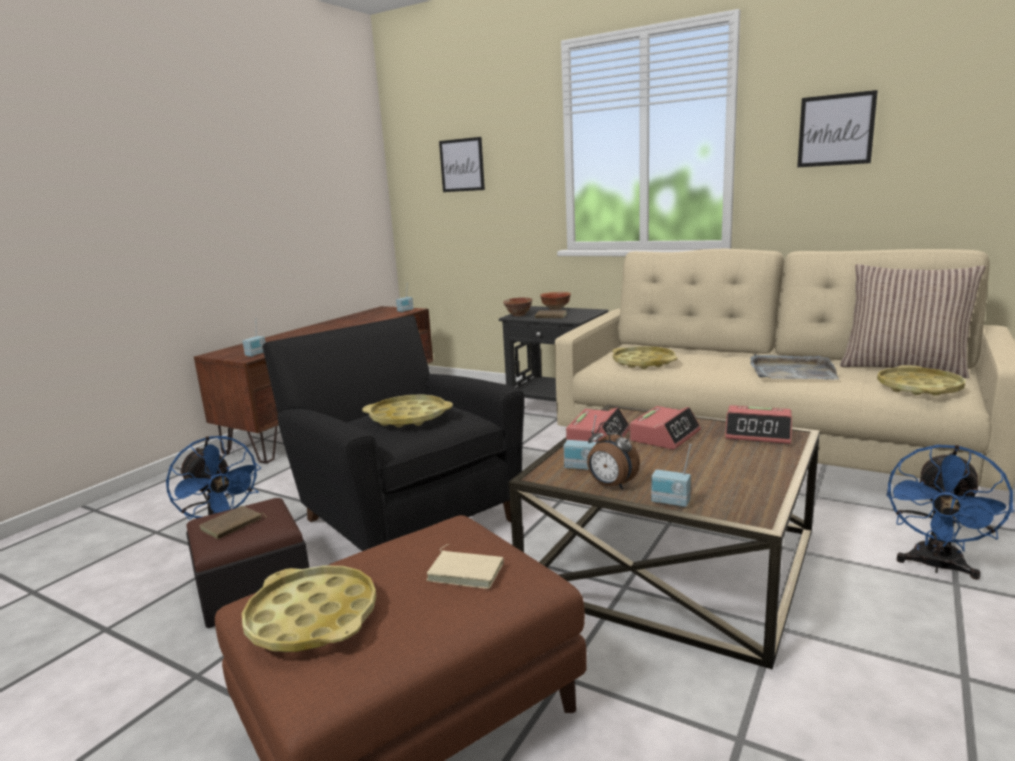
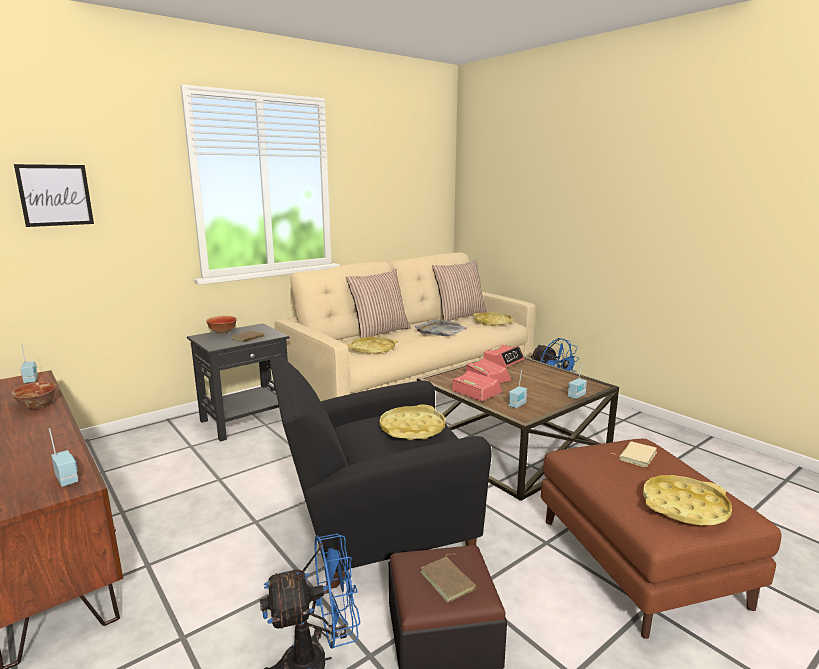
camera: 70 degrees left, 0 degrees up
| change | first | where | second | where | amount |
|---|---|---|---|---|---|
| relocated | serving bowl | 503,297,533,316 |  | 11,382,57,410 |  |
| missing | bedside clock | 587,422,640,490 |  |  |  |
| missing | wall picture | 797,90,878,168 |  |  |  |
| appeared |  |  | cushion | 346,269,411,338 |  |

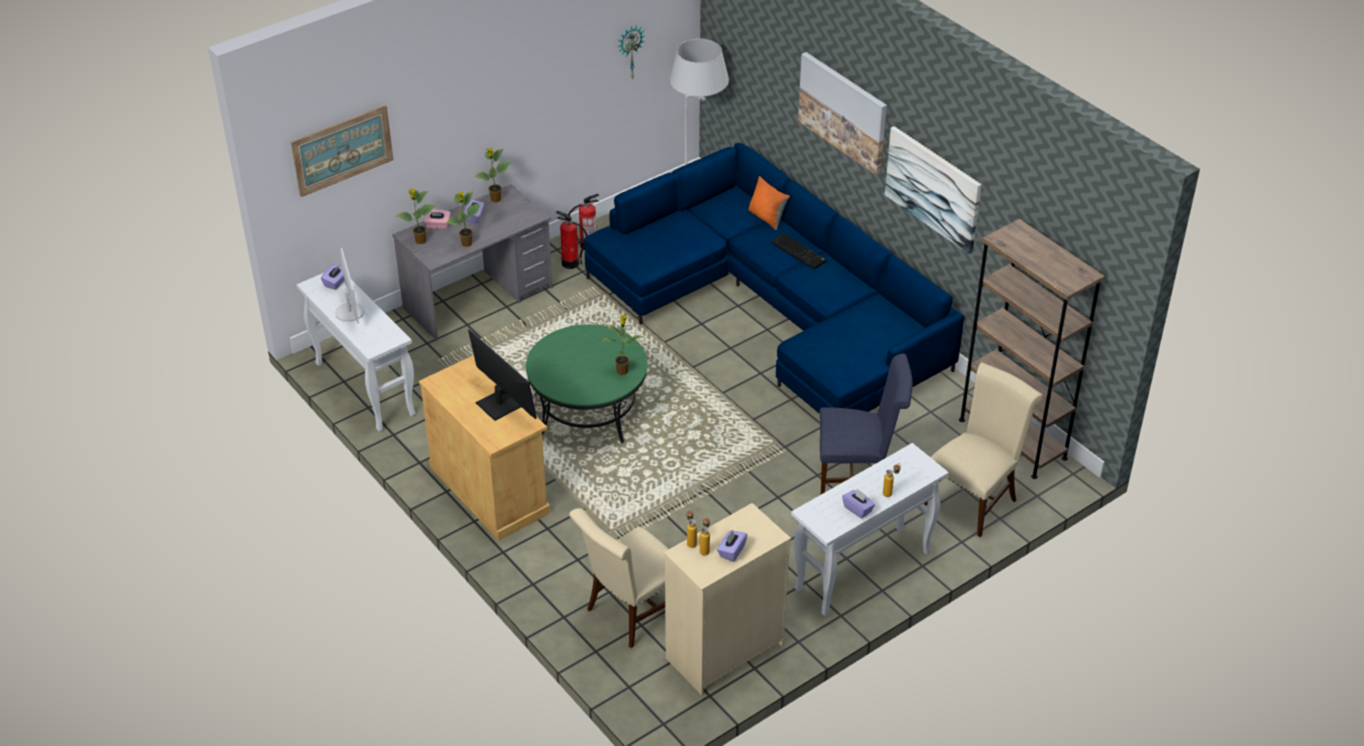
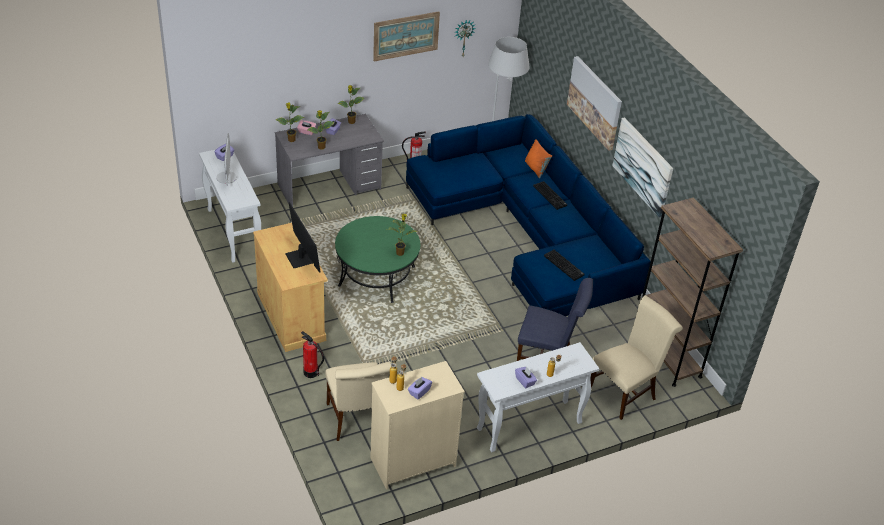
camera: 10 degrees right, 0 degrees up
| change | first | where | second | where | amount |
|---|---|---|---|---|---|
| relocated | wall picture | 291,105,394,197 |  | 373,11,440,61 |  |
| relocated | extinguisher | 556,211,588,269 |  | 301,331,324,378 |  |
| spun | beige plain chair | 569,508,669,648 |  | 325,362,391,441 | 75 degrees counterclockwise |
| appeared |  |  | PC keyboard | 544,250,585,281 |  |

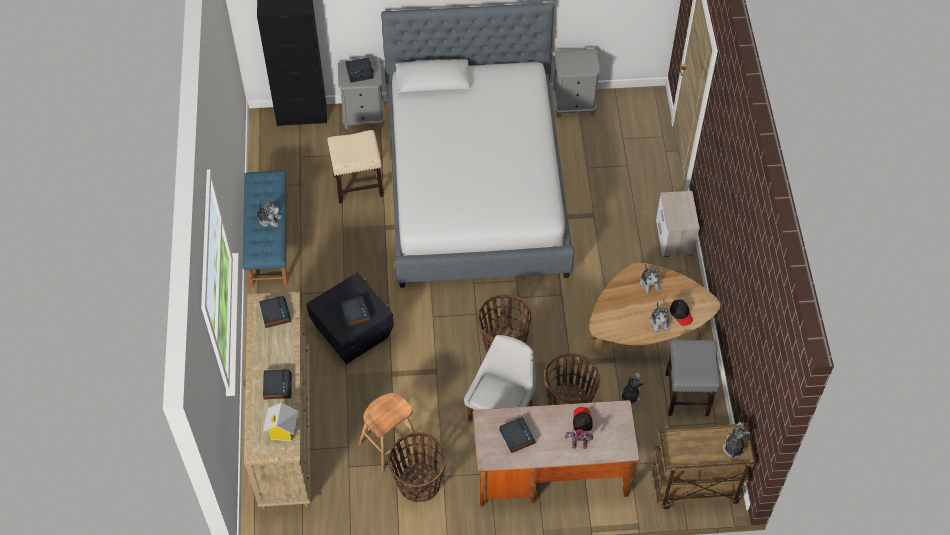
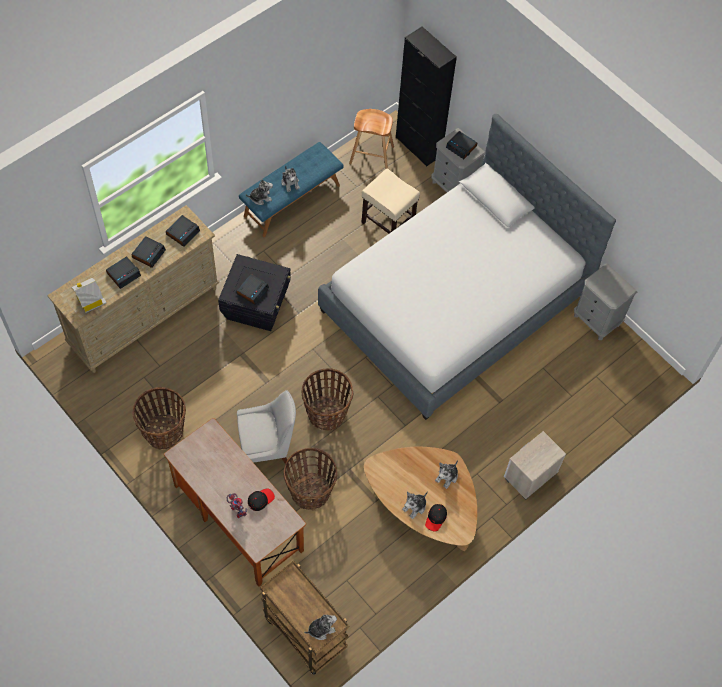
camera: 50 degrees right, 5 degrees up
| change | first | where | second | where | amount |
|---|---|---|---|---|---|
| relocated | brownish sitting stool | 358,393,420,471 |  | 349,109,394,169 |  |
| relocated | bedside clock | 500,417,536,453 |  | 131,236,166,268 |  |
| relocated | plush toy | 620,373,644,405 |  | 246,179,273,205 |  |
| missing | grey sitting stool | 666,340,720,416 |  |  |  |

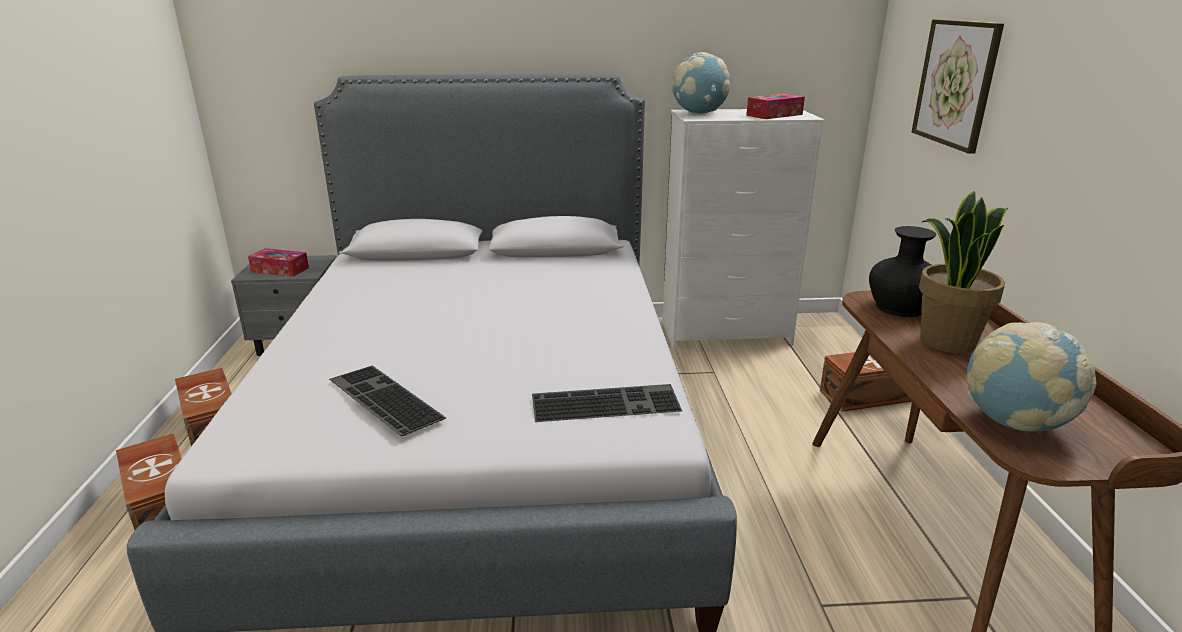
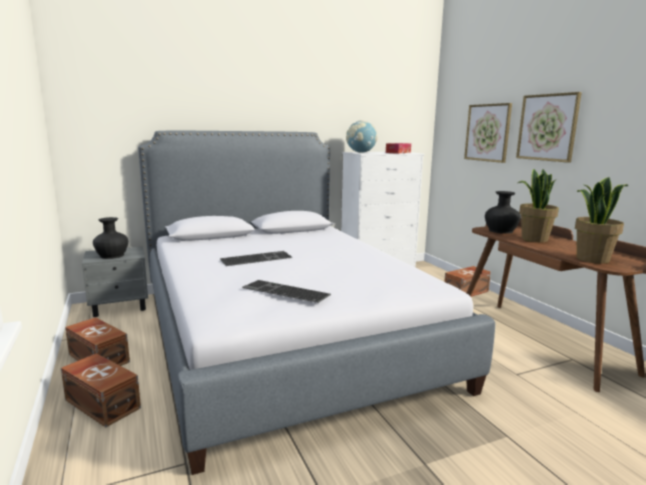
camera: 20 degrees left, 10 degrees down
| change | first | where | second | where | amount |
|---|---|---|---|---|---|
| exchanged | tissue box | 248,248,309,277 | blackish flower vase | 93,217,128,259 |  |
| relocated | PC keyboard | 532,384,682,422 |  | 220,251,293,266 |  |
| exchanged | desk globe | 967,322,1096,432 | plant in a pot | 575,177,628,264 |  |
| appeared |  |  | wall picture | 516,92,582,163 |  |

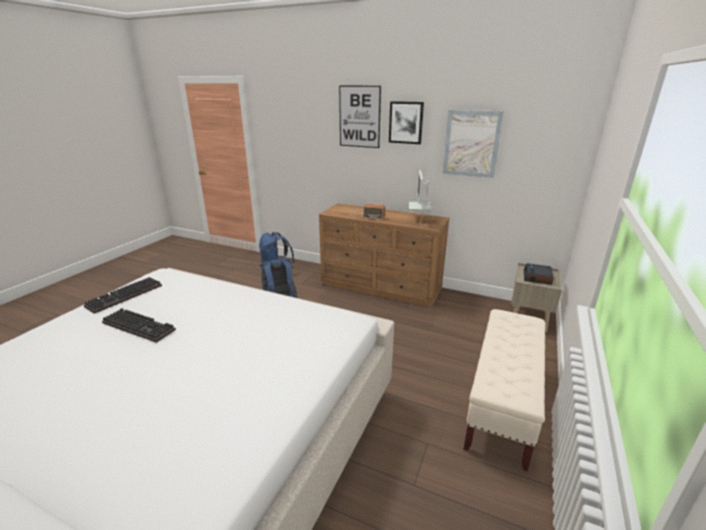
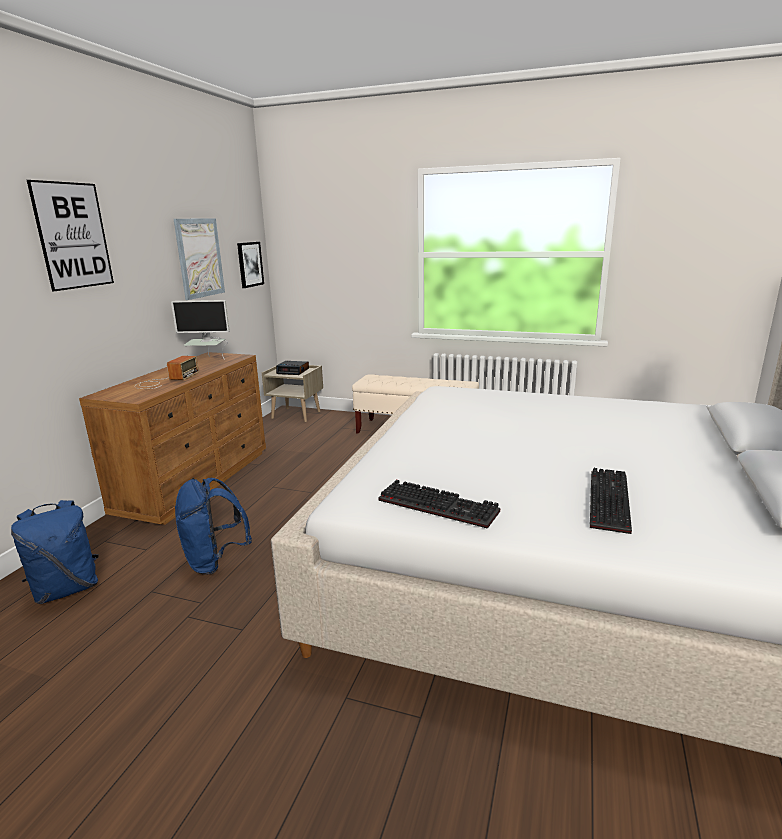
camera: 95 degrees left, 5 degrees down
| change | first | where | second | where | amount |
|---|---|---|---|---|---|
| relocated | PC keyboard | 102,308,176,343 |  | 590,468,632,534 |  |
| relocated | wall picture | 389,101,424,144 |  | 237,242,264,288 |  |

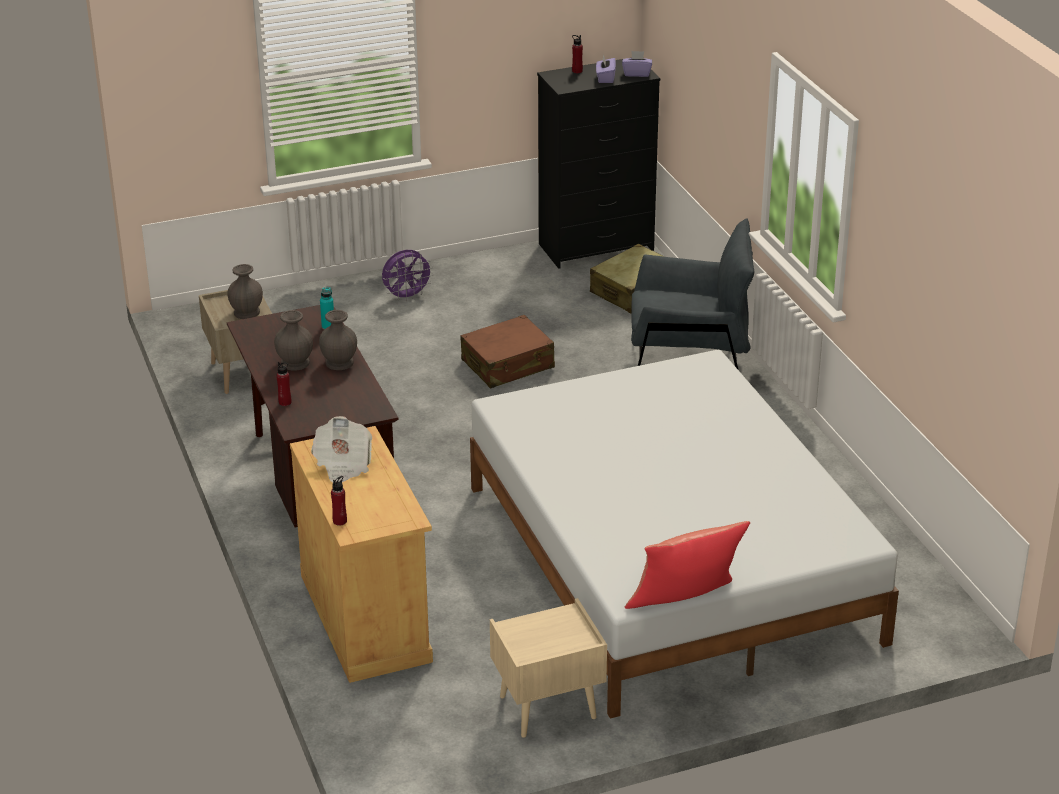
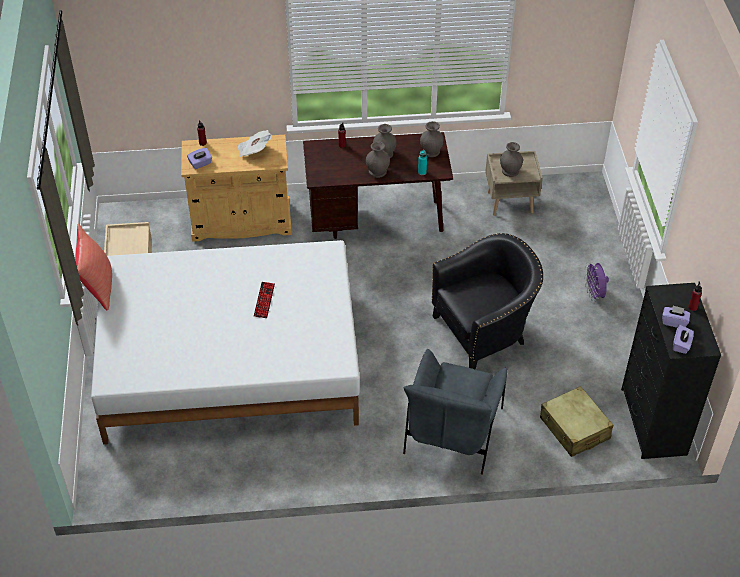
camera: 105 degrees right, 15 degrees up
| change | first | where | second | where | amount |
|---|---|---|---|---|---|
| exchanged | brownish travel case | 460,315,555,388 | blackish lounge chair | 432,233,543,370 |  |
| appeared |  |  | purplish tissue box | 187,148,212,169 |  |
| appeared |  |  | PC keyboard | 254,282,275,318 |  |
| appeared |  |  | grey flower vase | 420,121,444,157 |  |

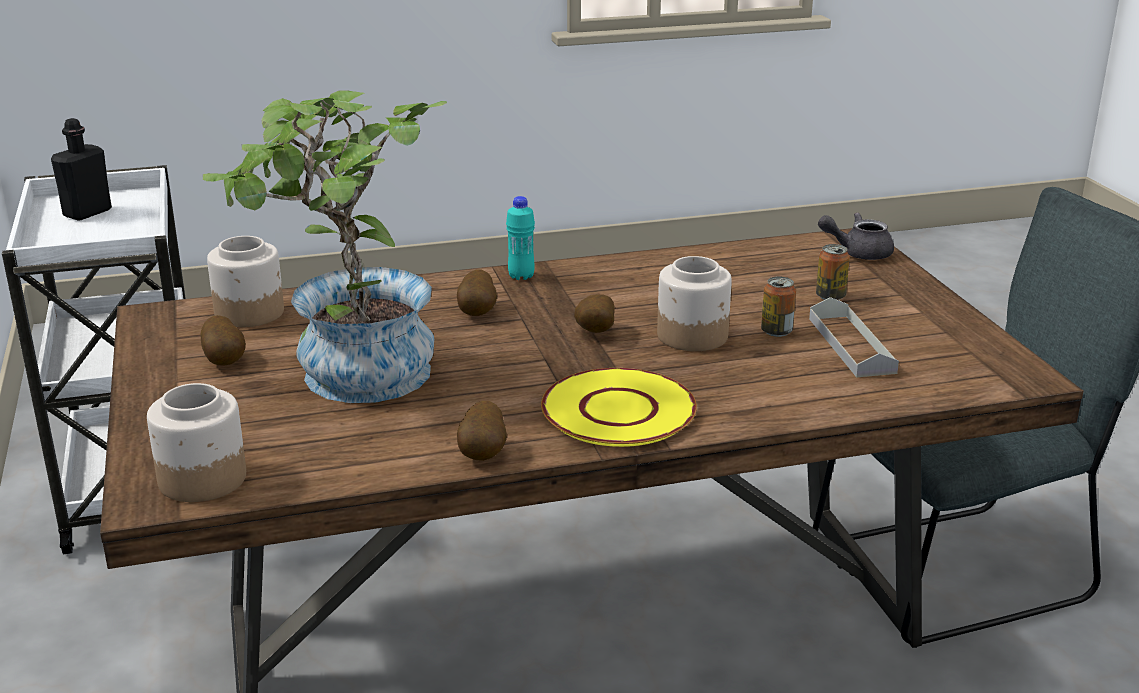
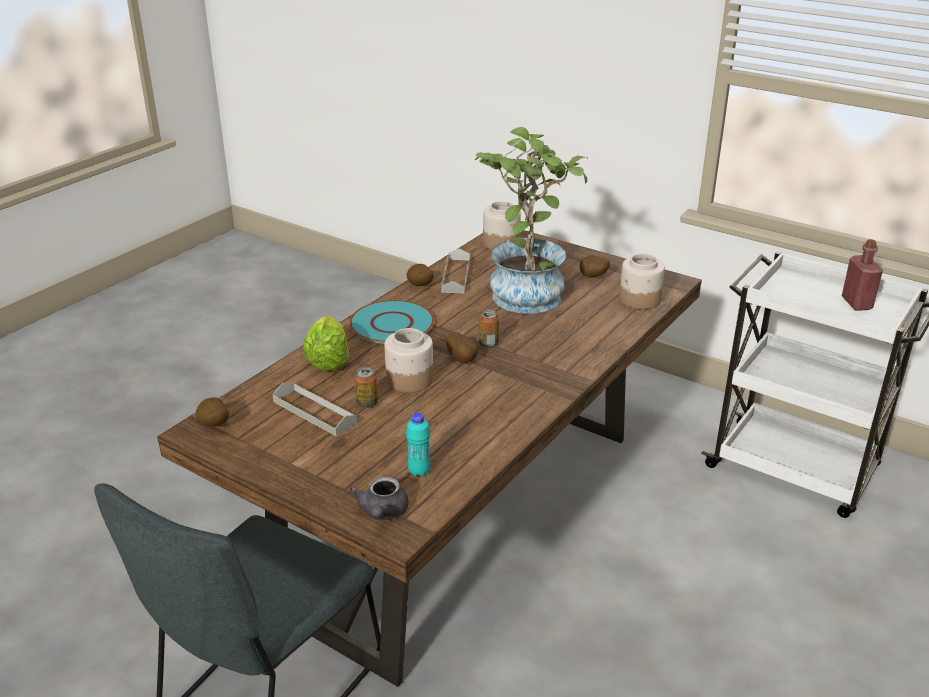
camera: 140 degrees right, 5 degrees up
| change | first | where | second | where | amount |
|---|---|---|---|---|---|
| colour | blackish drink bottle | 51,118,112,221 | red-coloured drink bottle | 842,239,883,311 |  |
| relocated | whole potato | 457,270,497,316 |  | 196,398,229,426 |  |
| relocated | turquoise-coloured drink bottle | 506,196,535,280 |  | 406,412,430,477 |  |
| colour | yellow-coloured plate | 541,368,697,447 | turquoise-coloured plate | 349,300,434,344 |  |
| relocated | can | 816,244,850,300 |  | 479,310,499,348 |  |
| spun | grey teapot | 818,212,894,260 |  | 350,477,409,520 | 135 degrees clockwise |
| appeared |  |  | lettuce | 302,316,349,371 |  |
| appeared |  |  | grey carrying tray | 441,249,470,294 |  |

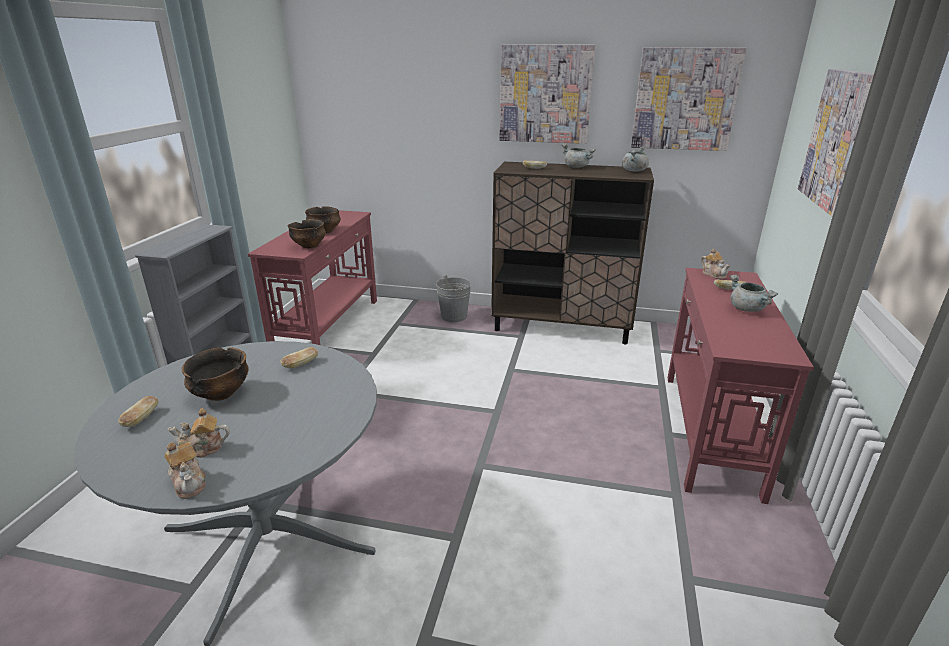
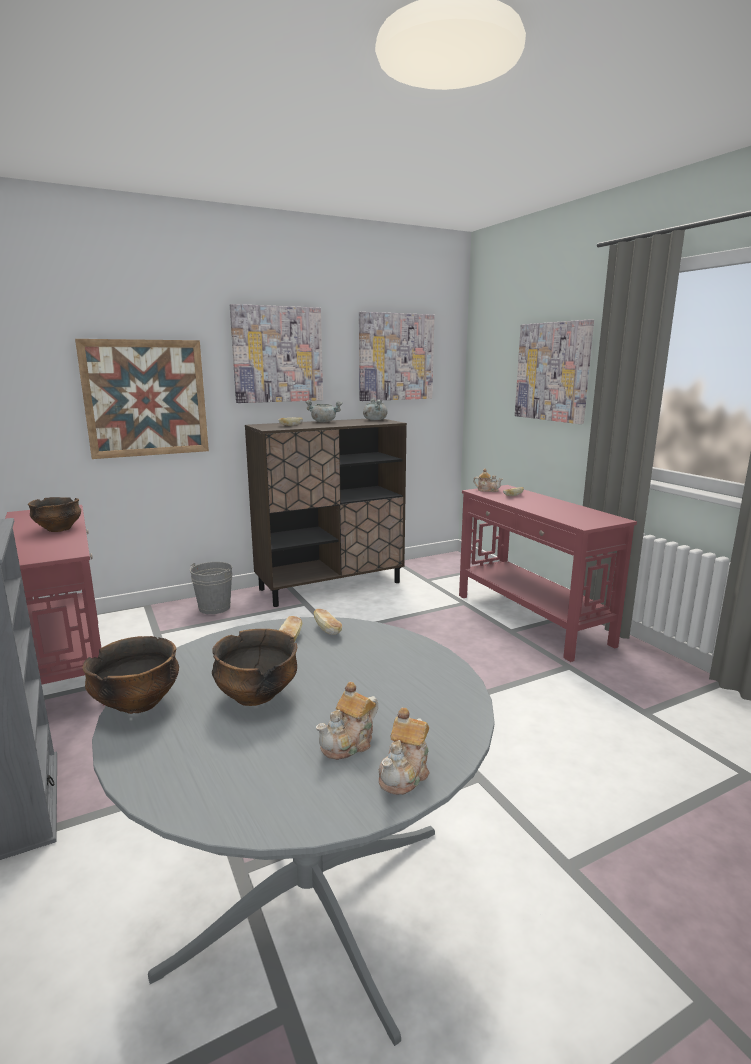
camera: 40 degrees left, 10 degrees down
| change | first | where | second | where | amount |
|---|---|---|---|---|---|
| relocated | baked bread | 118,396,159,427 |  | 314,609,342,635 |  |
| spun | teapot | 164,442,206,499 |  | 379,708,430,795 | 105 degrees clockwise |
| relocated | serving bowl | 288,219,326,249 |  | 82,636,179,714 |  |
| missing | grey cooking pot | 730,275,778,312 |  |  |  |
| appeared |  |  | wall picture | 75,339,209,459 |  |

